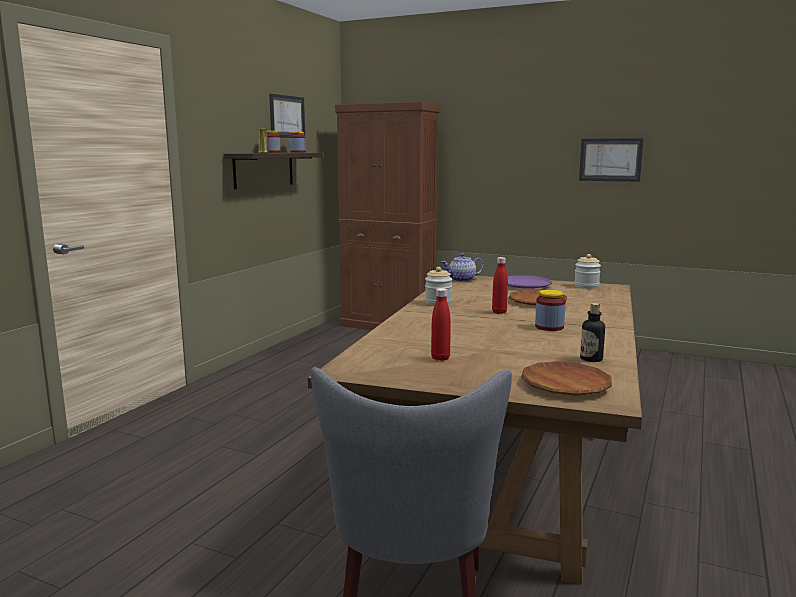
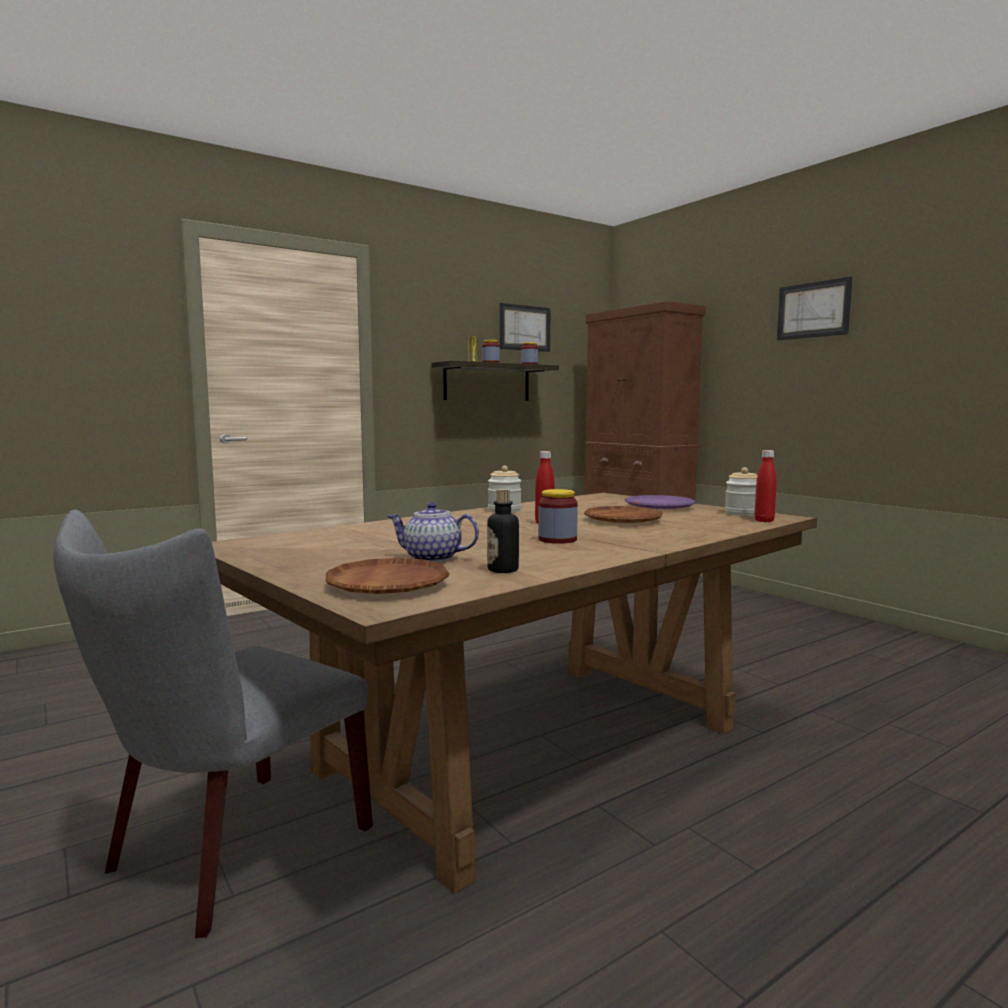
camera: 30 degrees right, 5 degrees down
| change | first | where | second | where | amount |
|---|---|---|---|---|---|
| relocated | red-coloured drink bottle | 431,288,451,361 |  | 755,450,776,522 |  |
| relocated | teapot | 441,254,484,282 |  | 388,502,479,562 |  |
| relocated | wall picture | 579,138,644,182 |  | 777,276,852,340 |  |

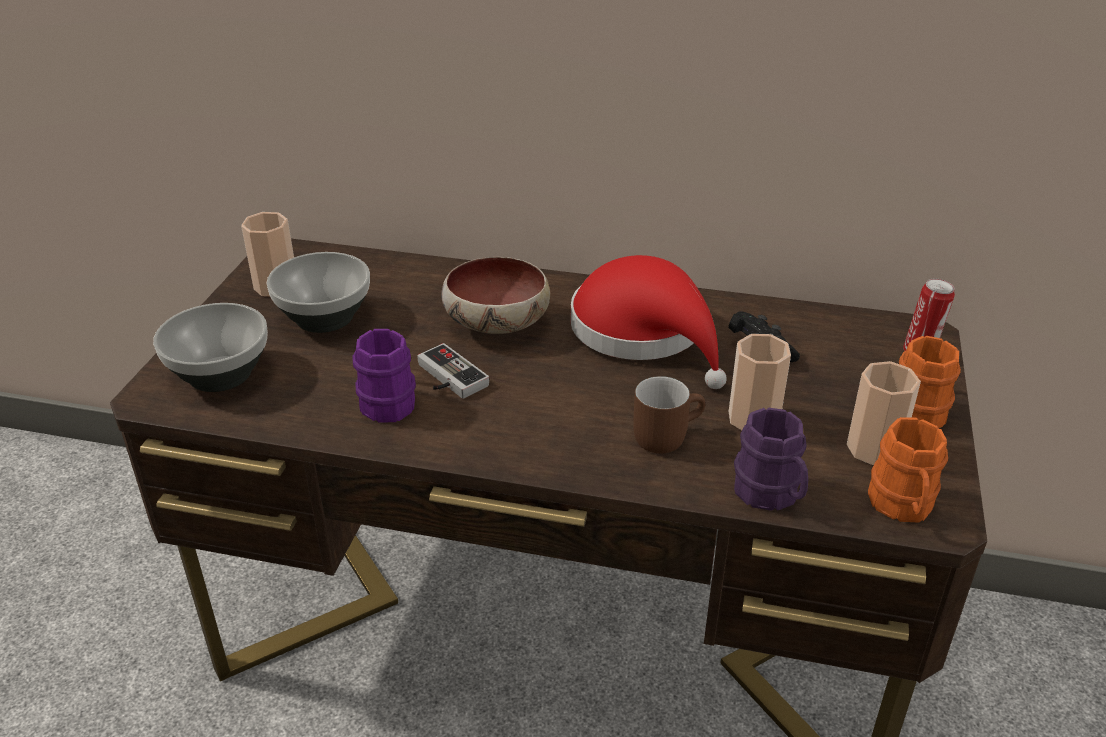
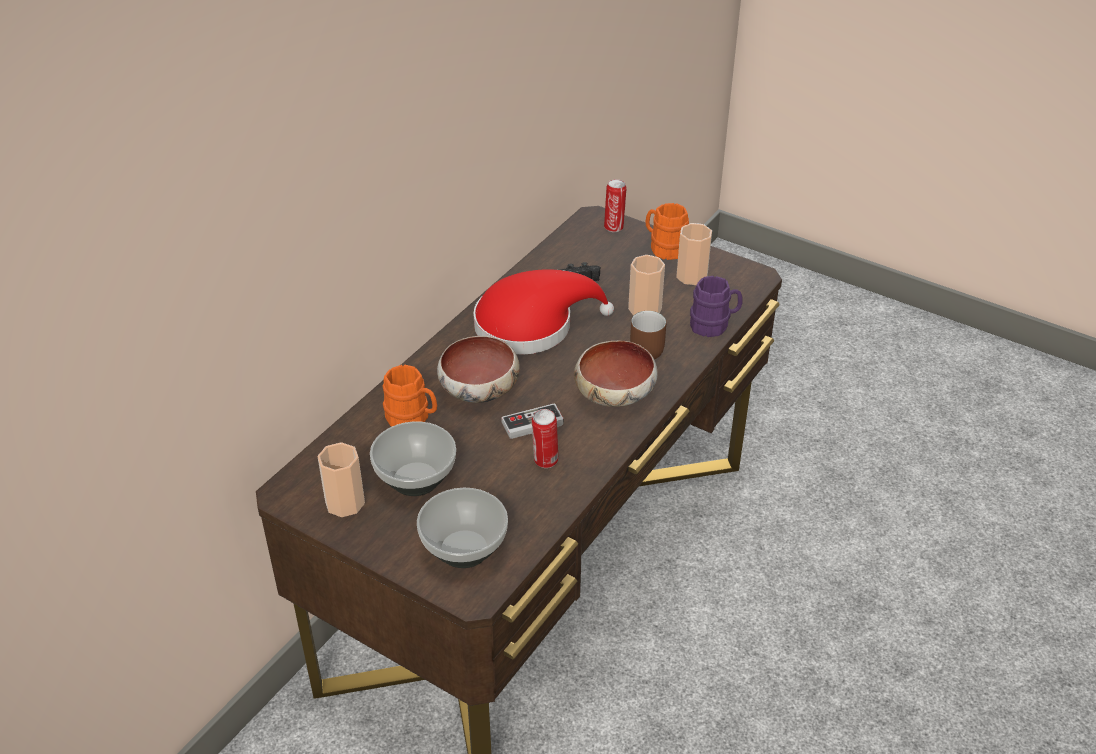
camera: 70 degrees left, 5 degrees up
| change | first | where | second | where | amount |
|---|---|---|---|---|---|
| exchanged | purplish tea mug | 352,329,416,423 | can | 532,409,558,468 |  |
| relocated | orange-coloured tea mug | 868,417,948,522 |  | 382,365,437,427 |  |
| appeared |  |  | serving bowl | 574,340,657,407 |  |

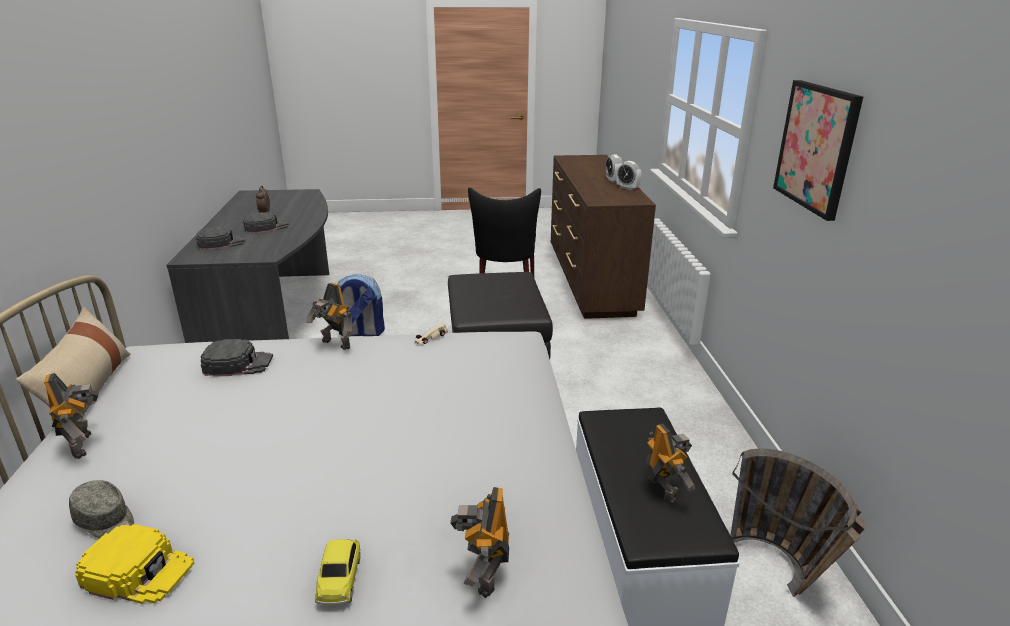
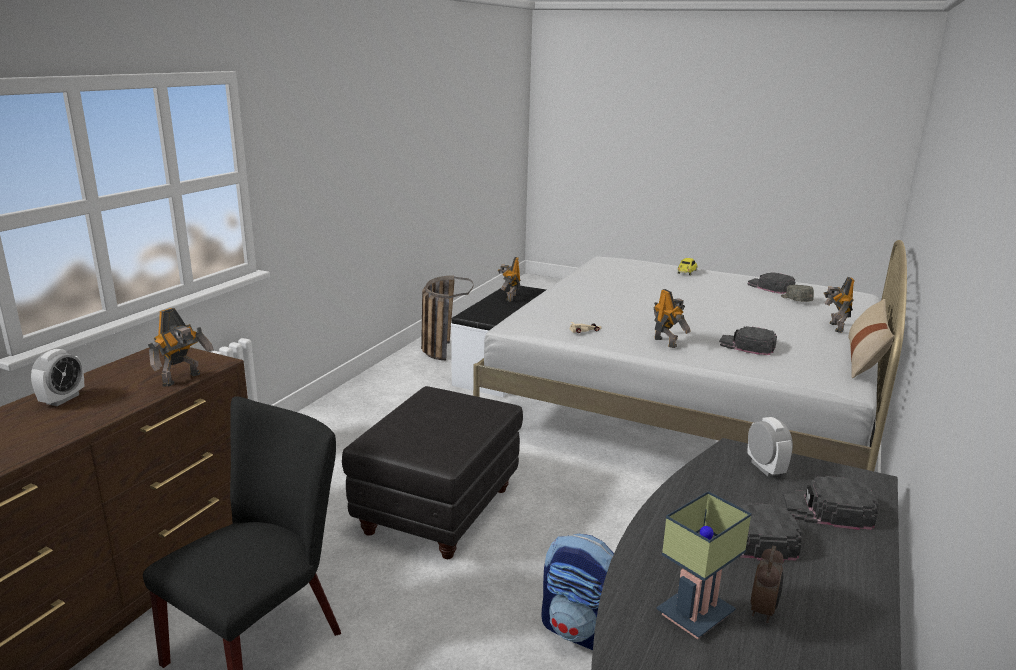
camera: 150 degrees left, 5 degrees down
| change | first | where | second | where | amount |
|---|---|---|---|---|---|
| colour | yellow-coloured cap | 75,524,194,604 | blackish cap | 748,272,795,294 |  |
| relocated | toy robot | 450,487,509,598 |  | 148,308,214,387 |  |
| relocated | bedside clock | 616,161,641,190 |  | 748,417,793,477 |  |
| missing | wall picture | 773,80,863,221 |  |  |  |
| appeared |  |  | tabletop lamp | 656,491,752,639 |  |

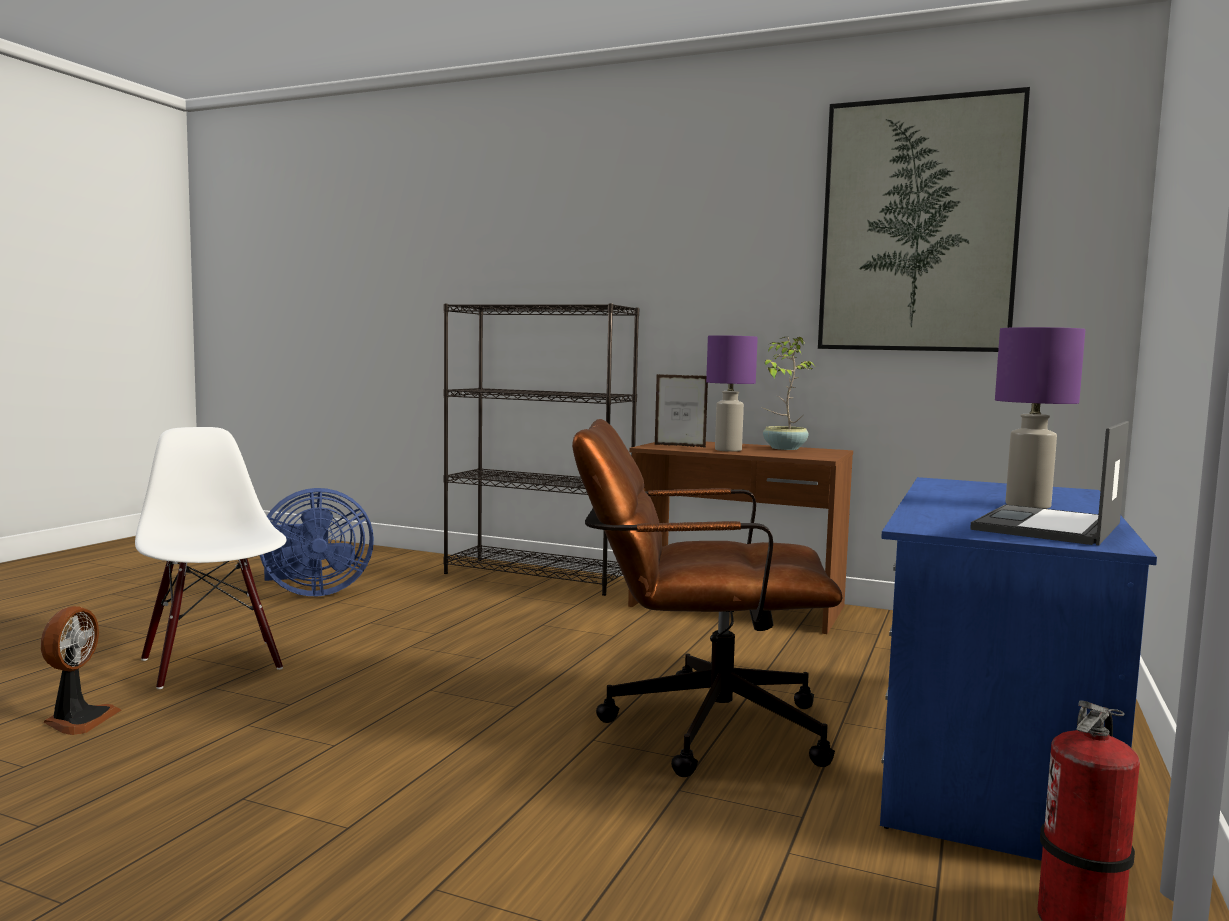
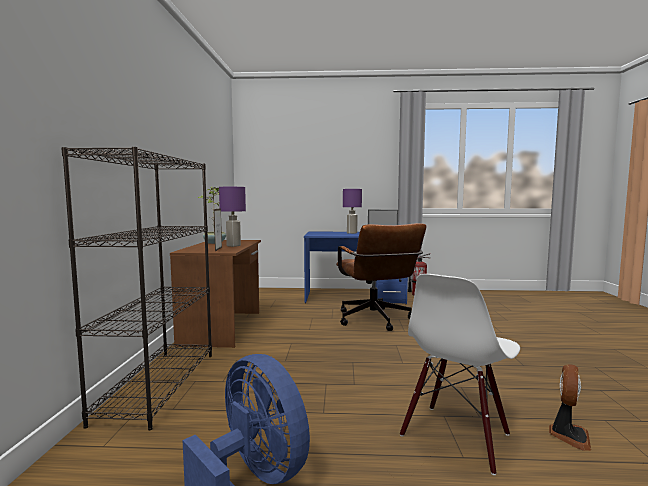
camera: 110 degrees left, 0 degrees up
| change | first | where | second | where | amount |
|---|---|---|---|---|---|
| spun | fan | 41,606,121,735 |  | 549,364,591,451 | 135 degrees clockwise |
| missing | wall picture | 818,87,1030,352 |  |  |  |

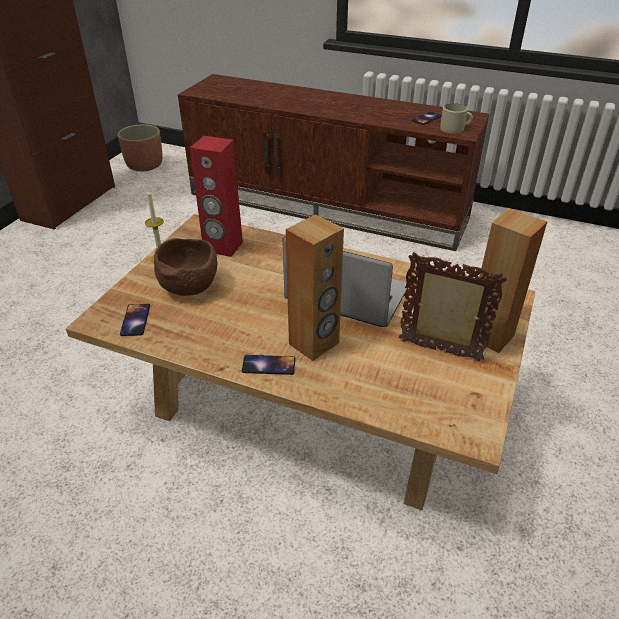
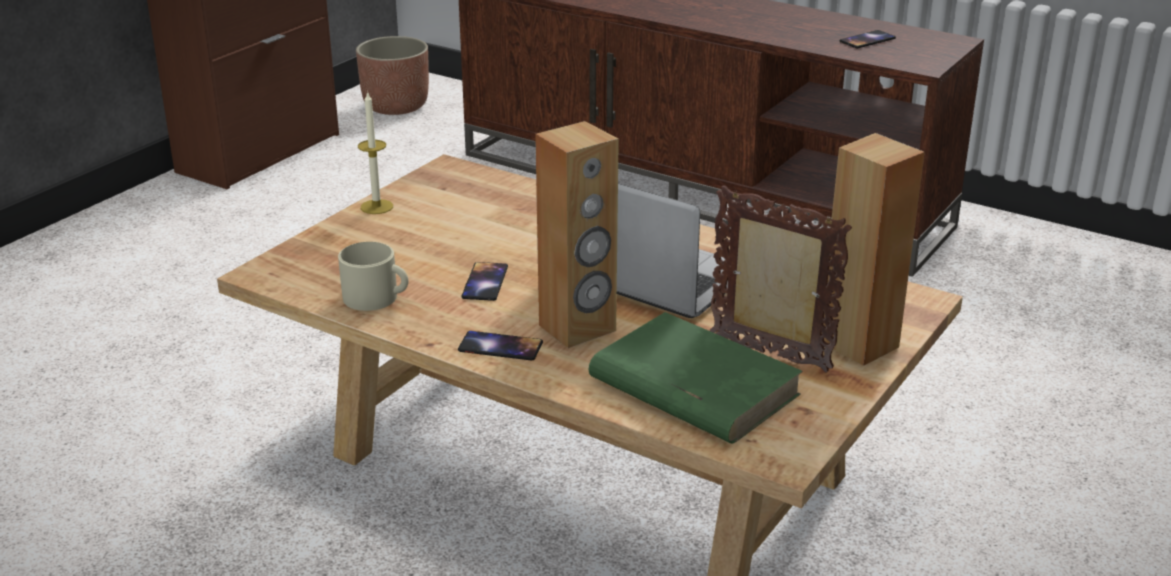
camera: 10 degrees right, 10 degrees down
| change | first | where | second | where | amount |
|---|---|---|---|---|---|
| relocated | telephone | 120,304,150,336 |  | 462,262,508,301 |  |
| missing | brownish serving bowl | 154,238,218,296 |  |  |  |
| missing | red-coloured audio speaker | 190,136,243,257 |  |  |  |
| relocated | beige tea mug | 440,103,473,134 |  | 338,242,409,311 |  |
| appeared |  |  | green-coloured volume | 589,312,803,444 |  |

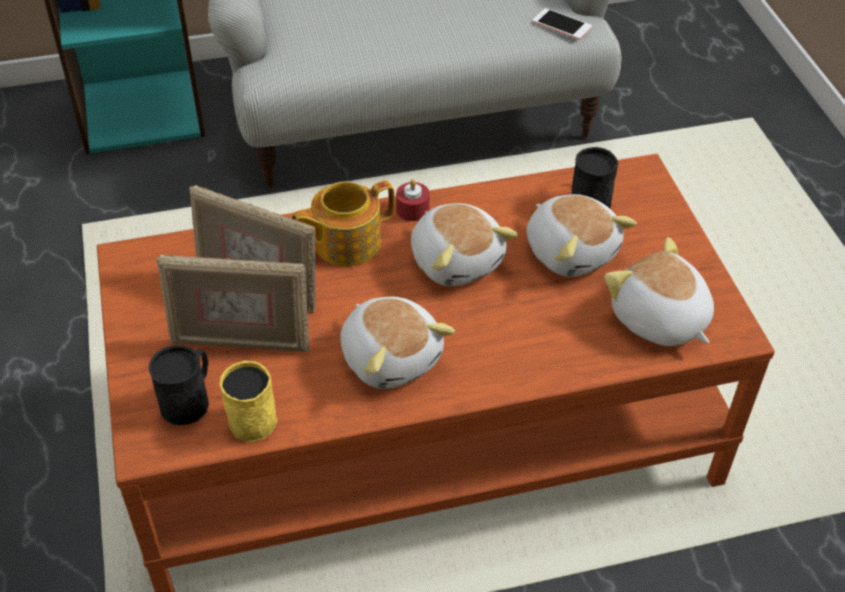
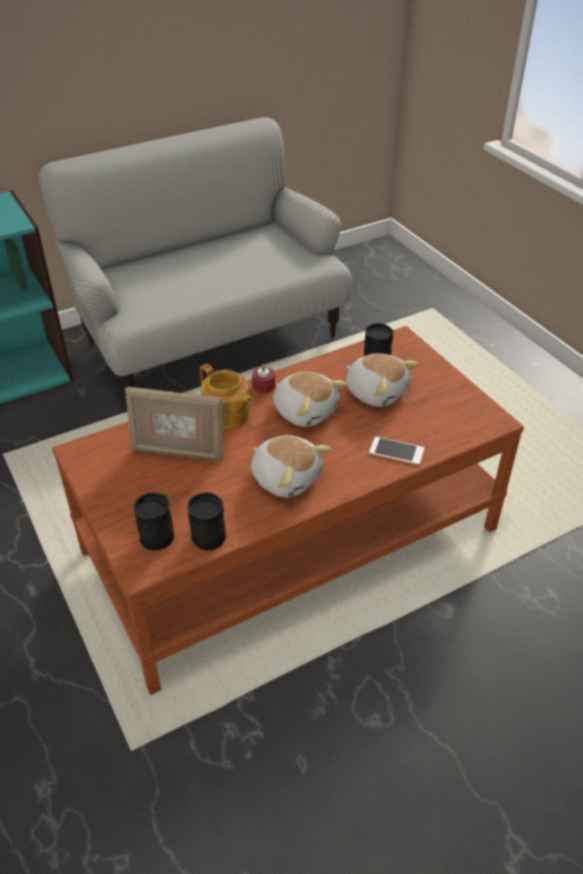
camera: 15 degrees left, 5 degrees down
| change | first | where | second | where | amount |
|---|---|---|---|---|---|
| missing | picture frame | 156,255,310,352 |  |  |  |
| colour | yellow-coloured tea mug | 220,361,277,442 | blackish tea mug | 187,492,226,551 |  |
| spun | teapot | 291,181,395,266 |  | 200,364,252,428 | 90 degrees counterclockwise |
| relocated | telephone | 532,8,592,40 |  | 369,437,424,465 |  |
| missing | plush toy | 604,237,714,346 |  |  |  |

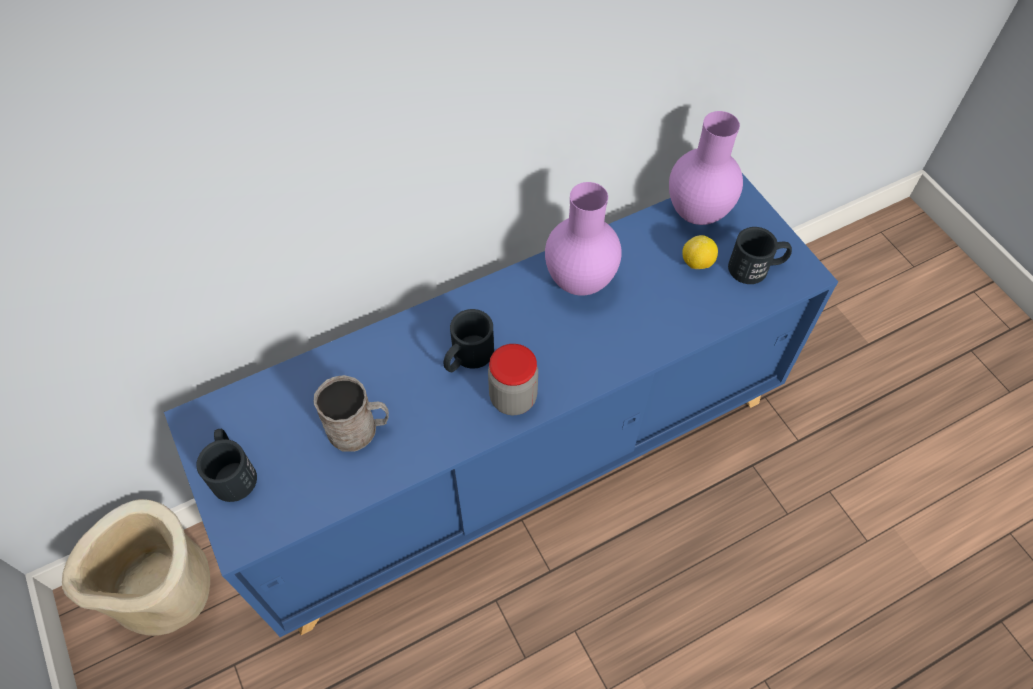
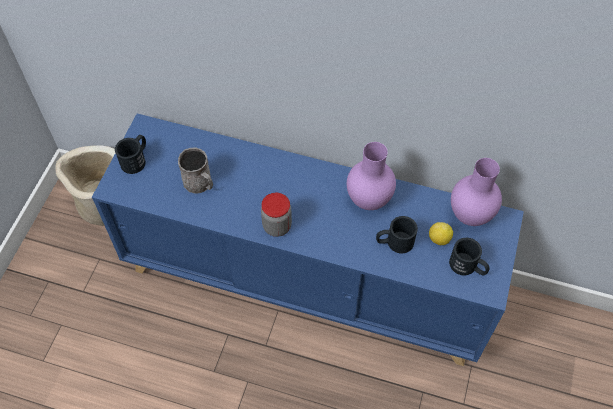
camera: 45 degrees right, 0 degrees up
| change | first | where | second | where | amount |
|---|---|---|---|---|---|
| relocated | blackish tea mug | 444,309,494,372 |  | 376,216,418,253 |  |

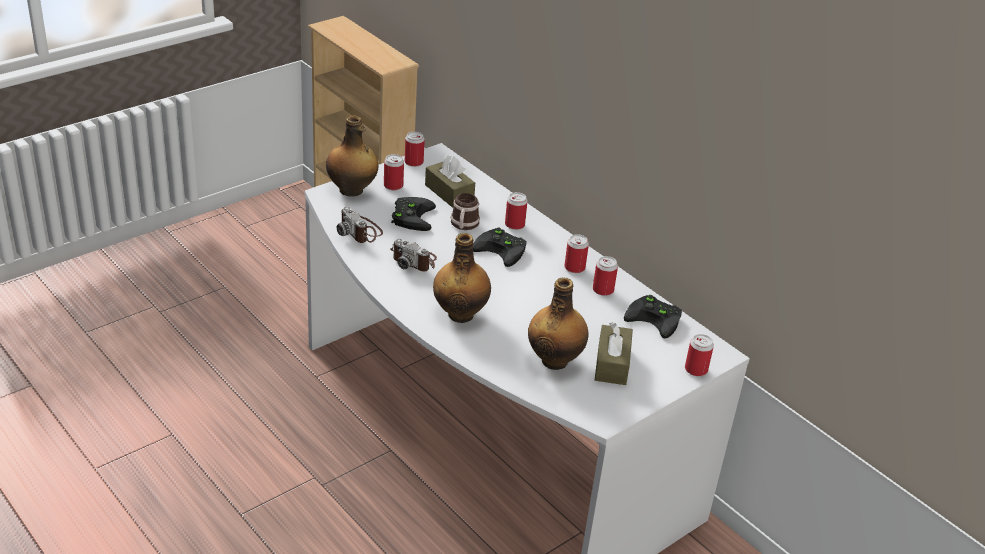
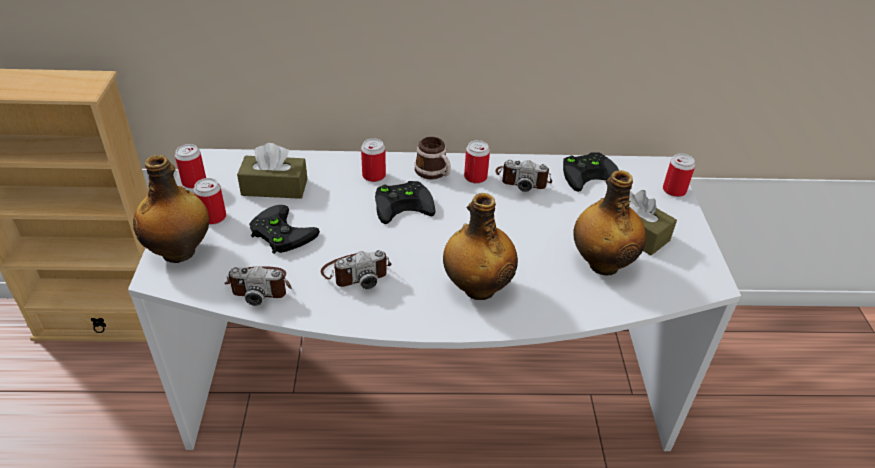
camera: 50 degrees left, 5 degrees up
| change | first | where | second | where | amount |
|---|---|---|---|---|---|
| relocated | tea mug | 451,193,480,230 |  | 414,137,451,180 |  |
| exchanged | can | 593,256,618,296 | photo camera | 495,160,552,192 |  |

